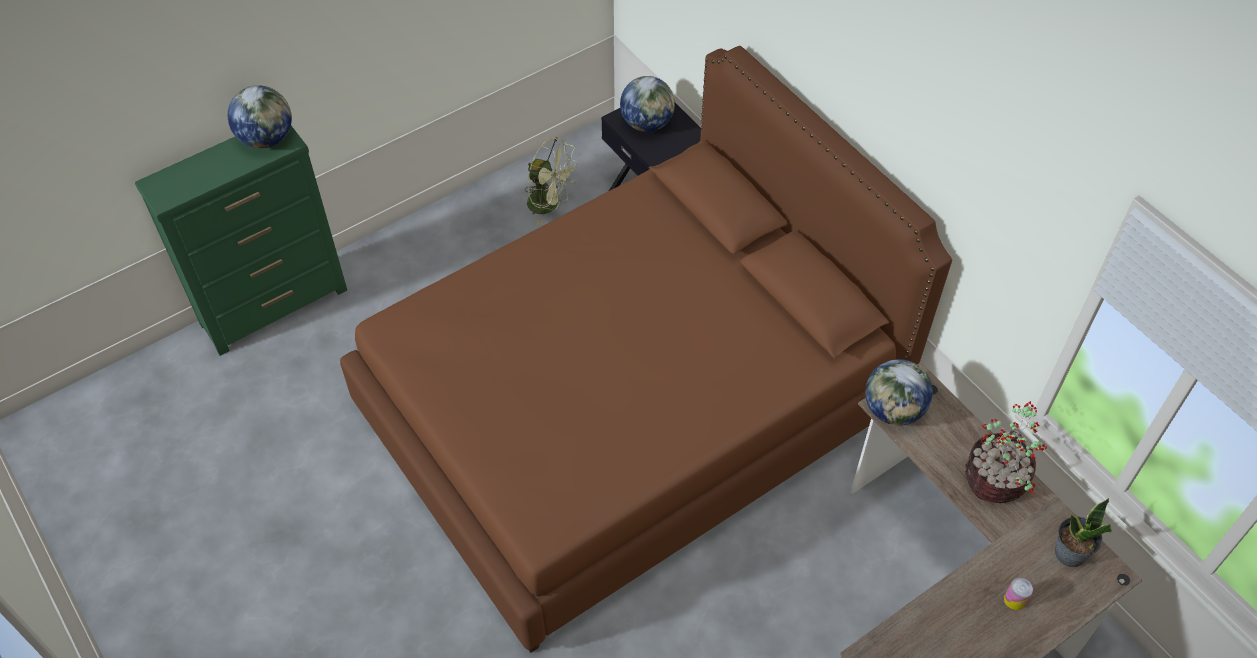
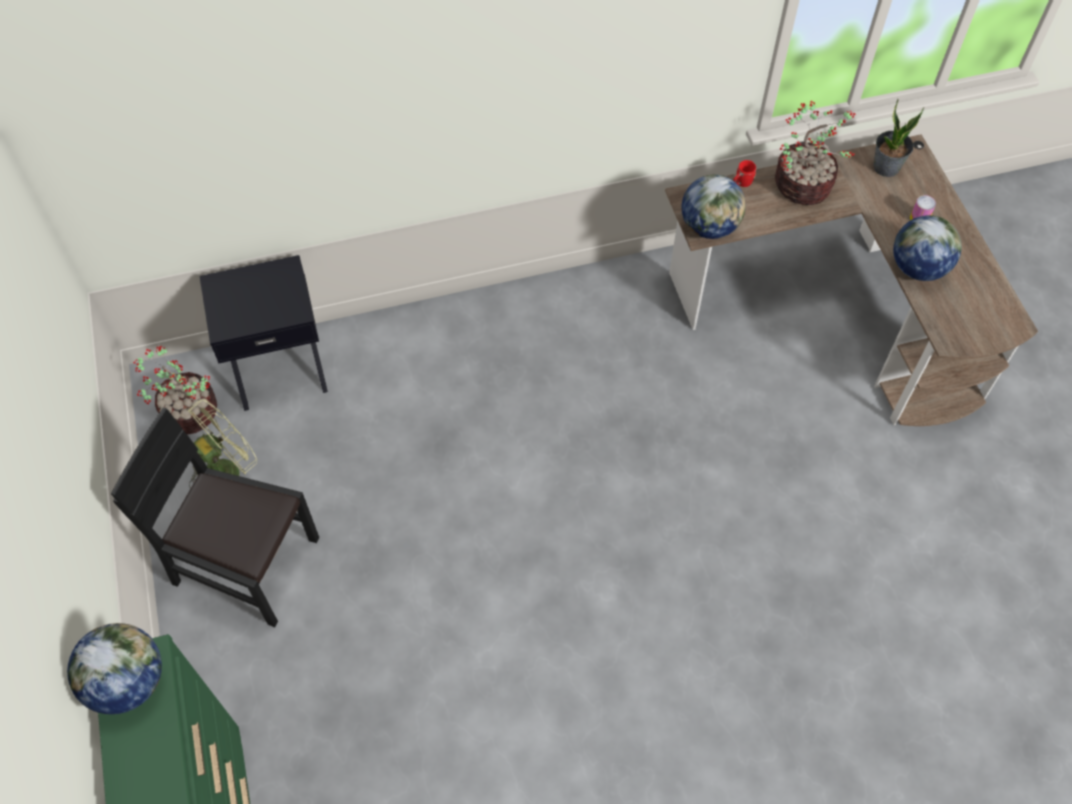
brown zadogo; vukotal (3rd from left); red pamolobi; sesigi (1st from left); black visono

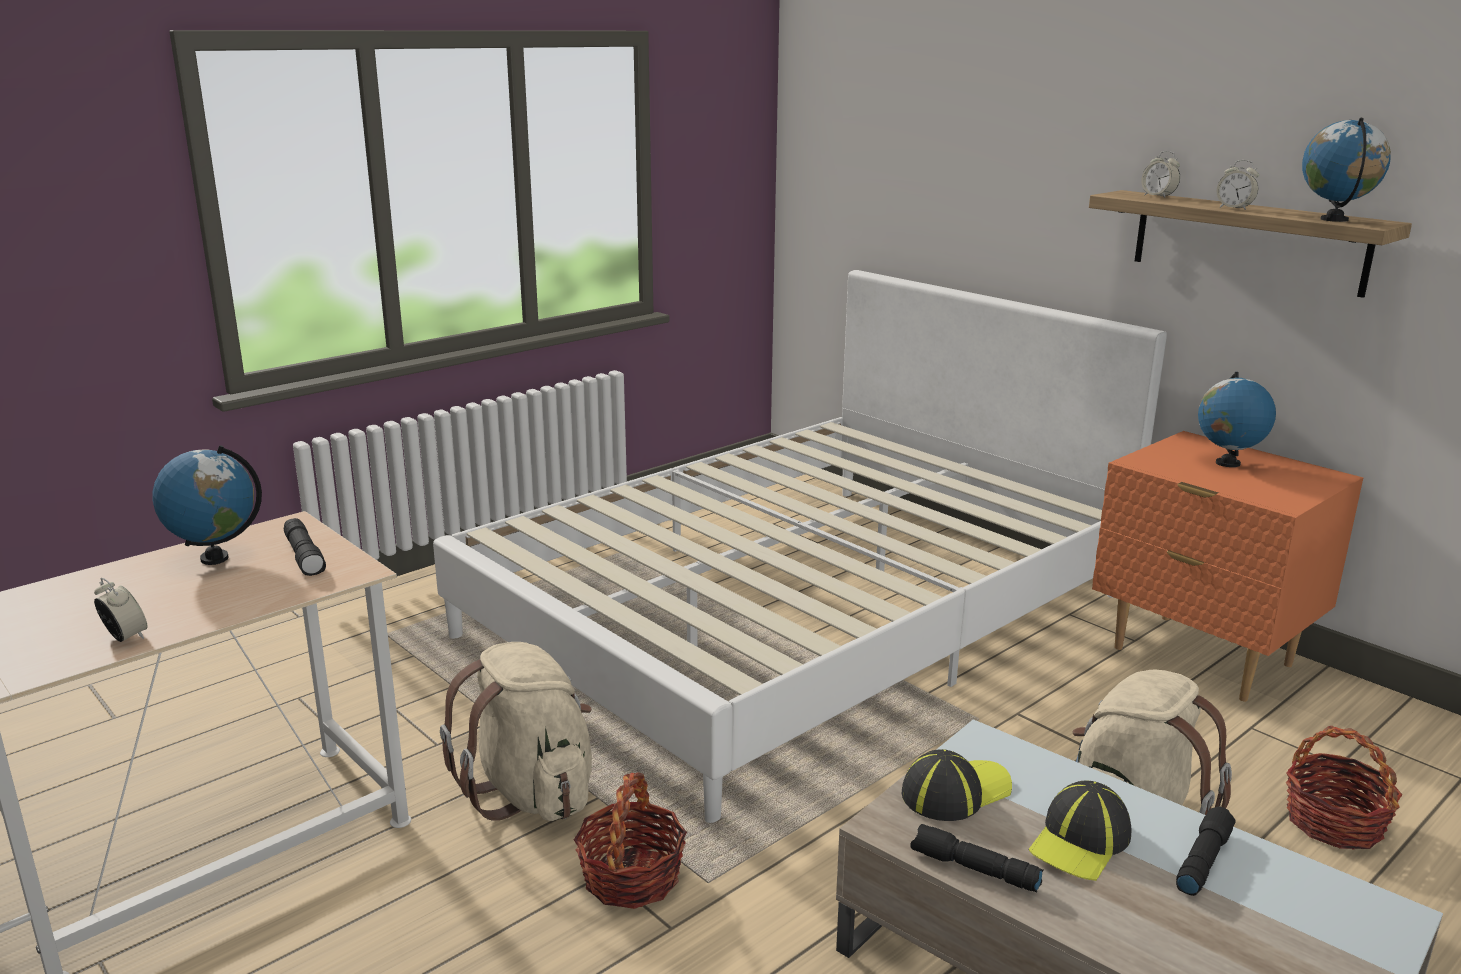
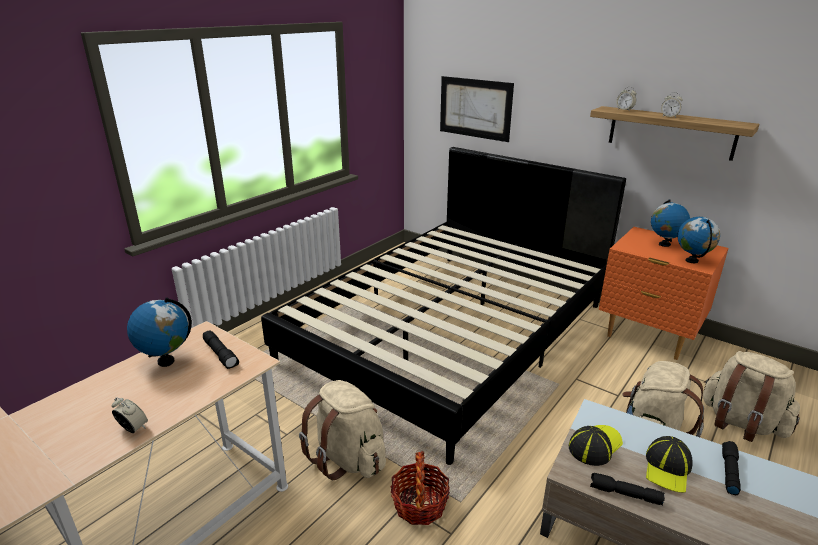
vukotal (3rd from left); black zadogo; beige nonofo (3rd from left); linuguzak

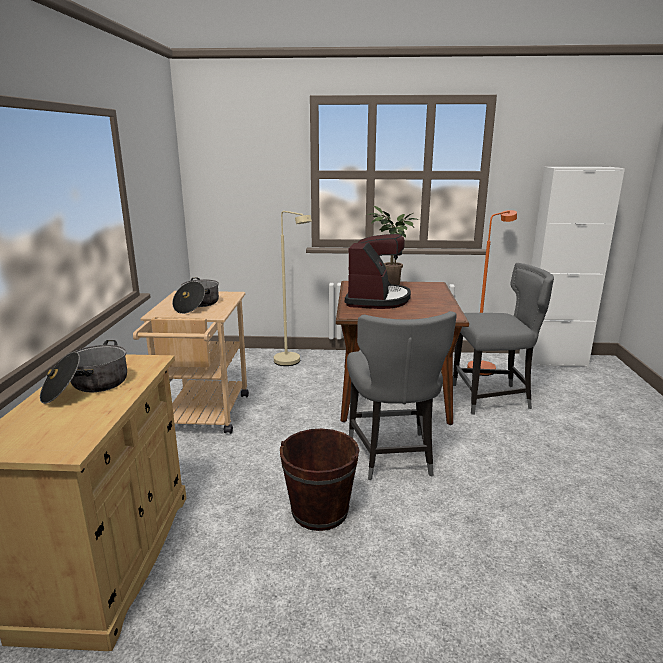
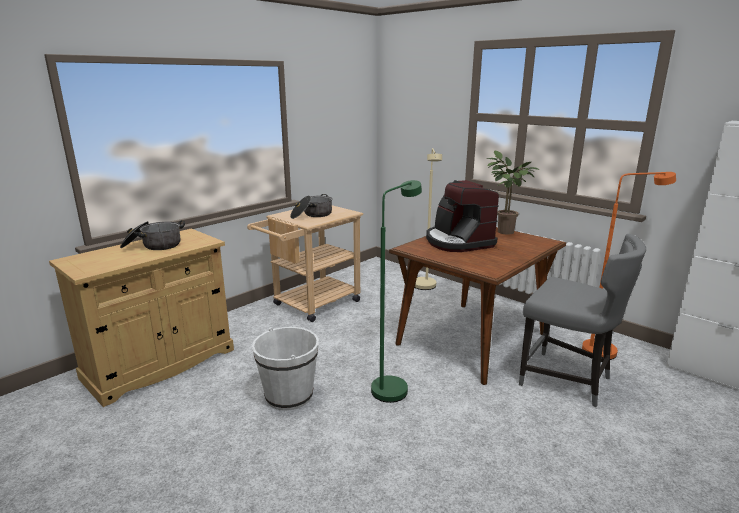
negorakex; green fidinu; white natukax

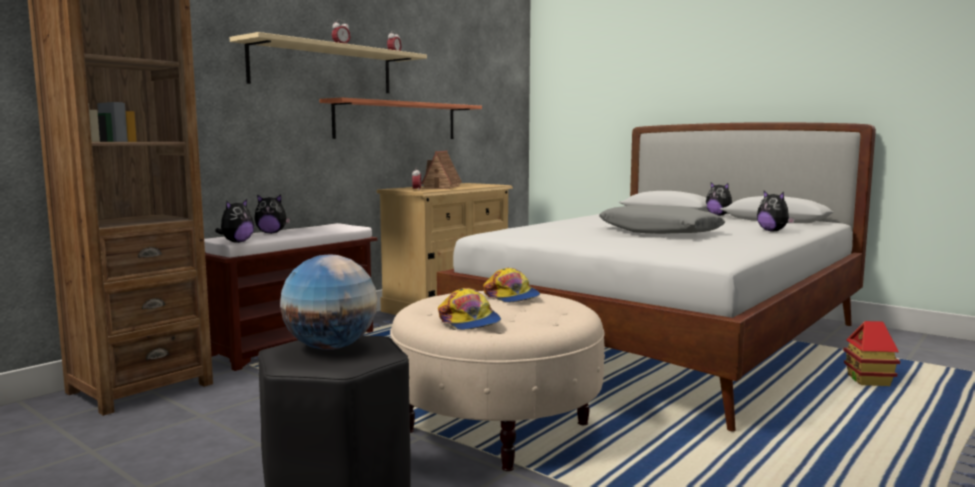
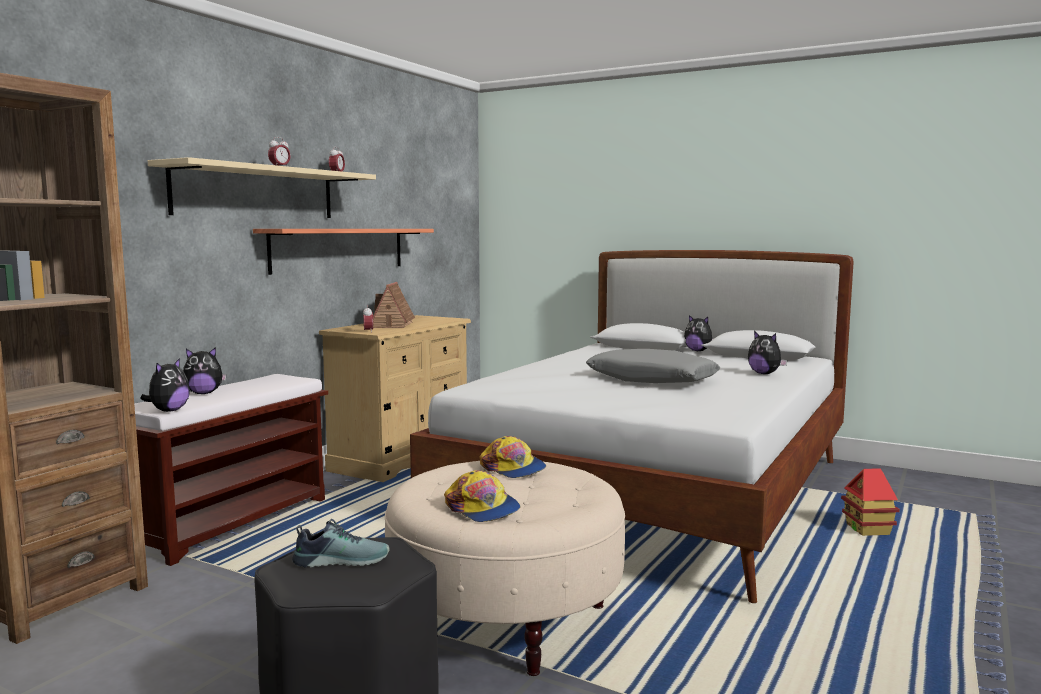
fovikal

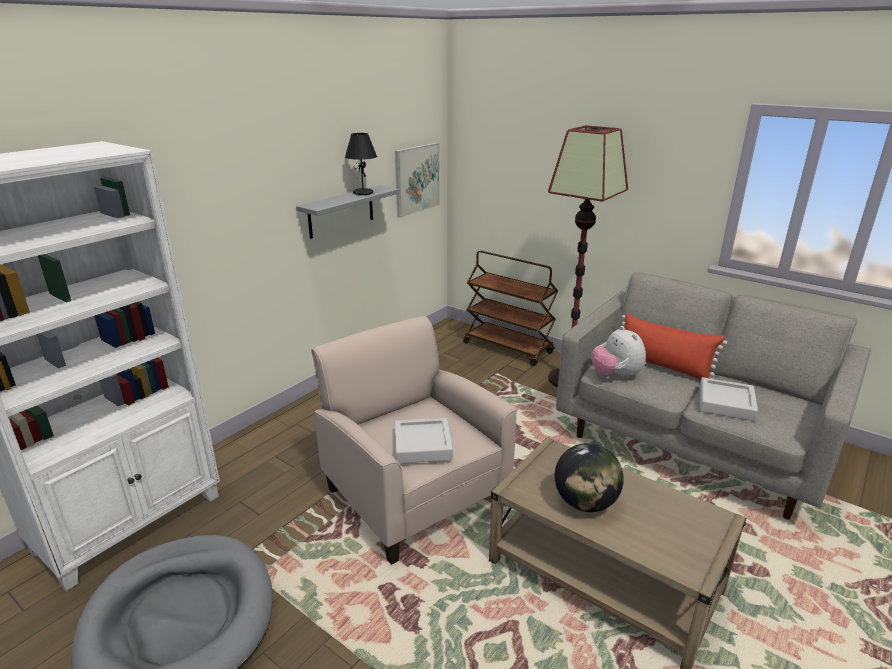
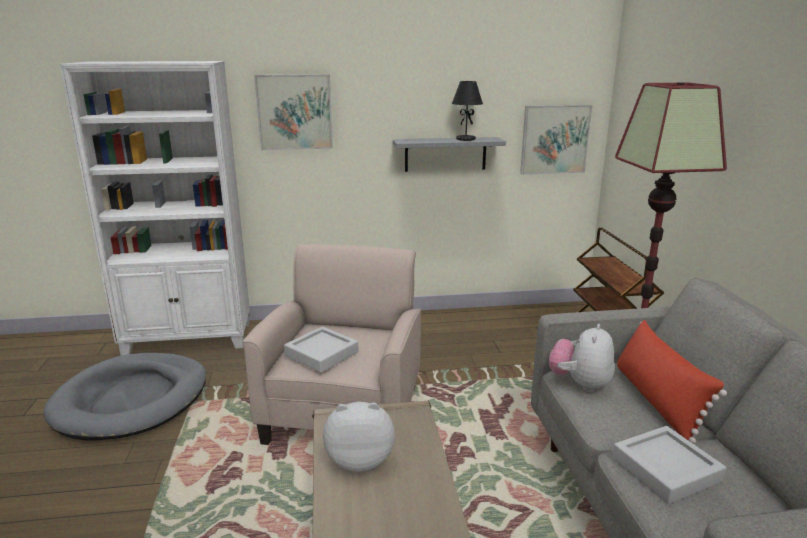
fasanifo (1st from left); linuguzak (1st from left)

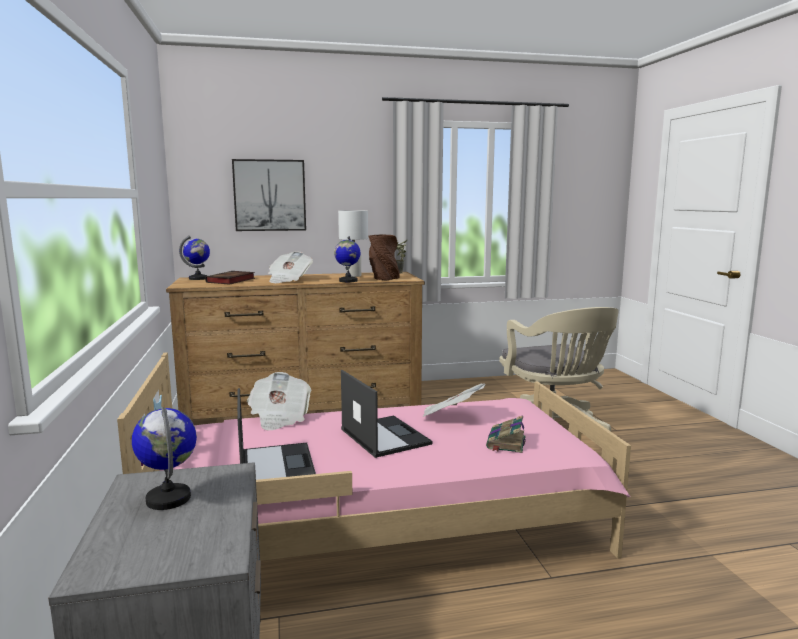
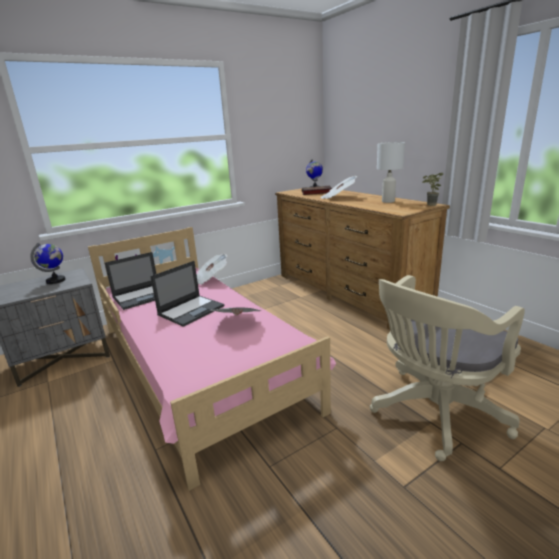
linuguzak; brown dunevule; vukotal (3rd from left in the first image); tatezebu (2nd from left in the first image)

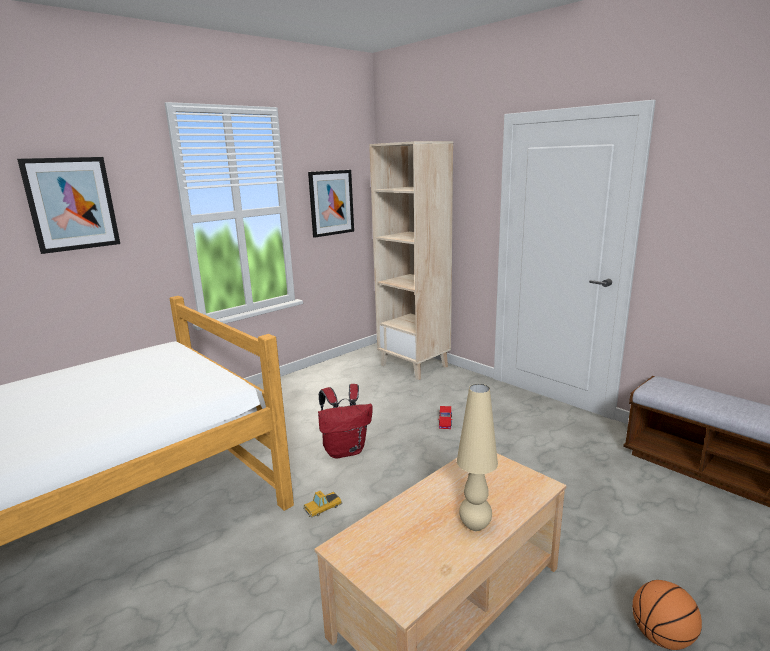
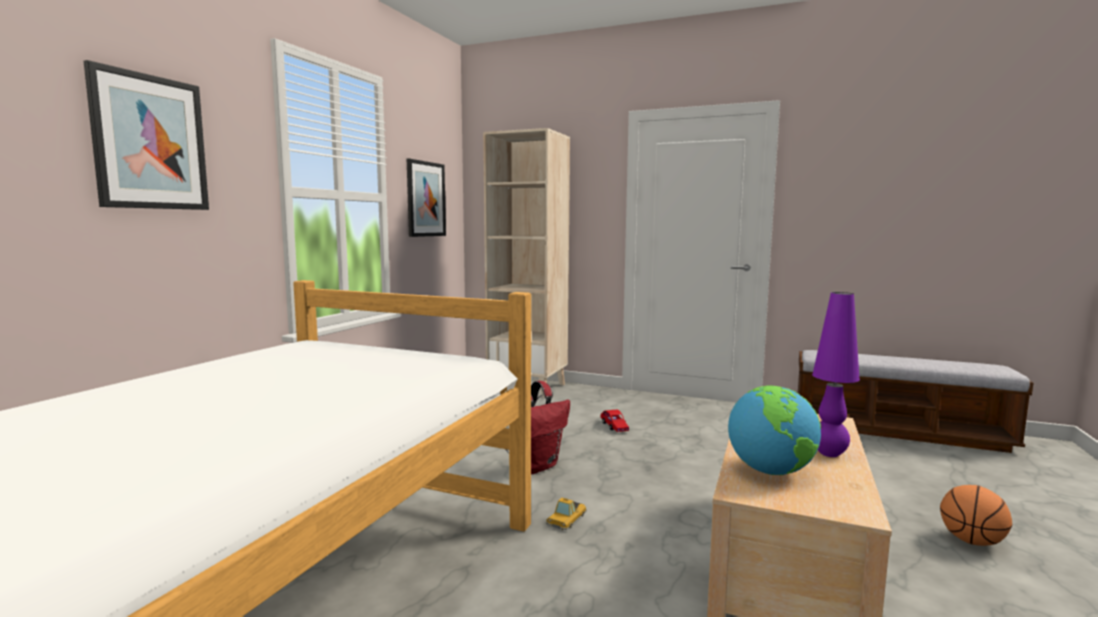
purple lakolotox; vukotal

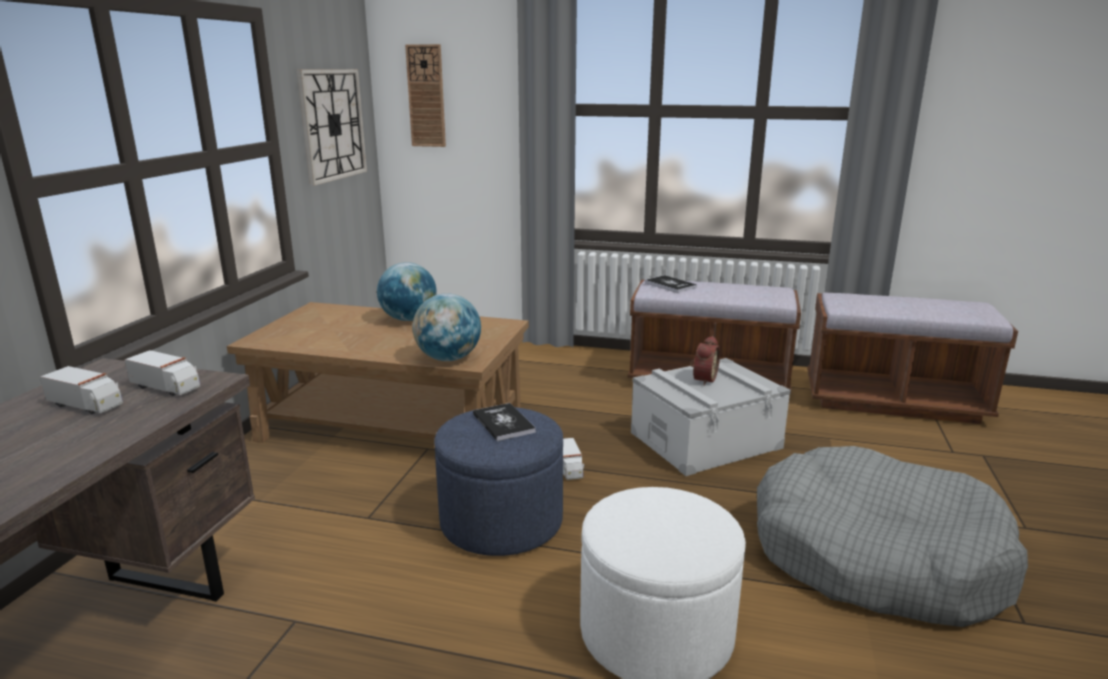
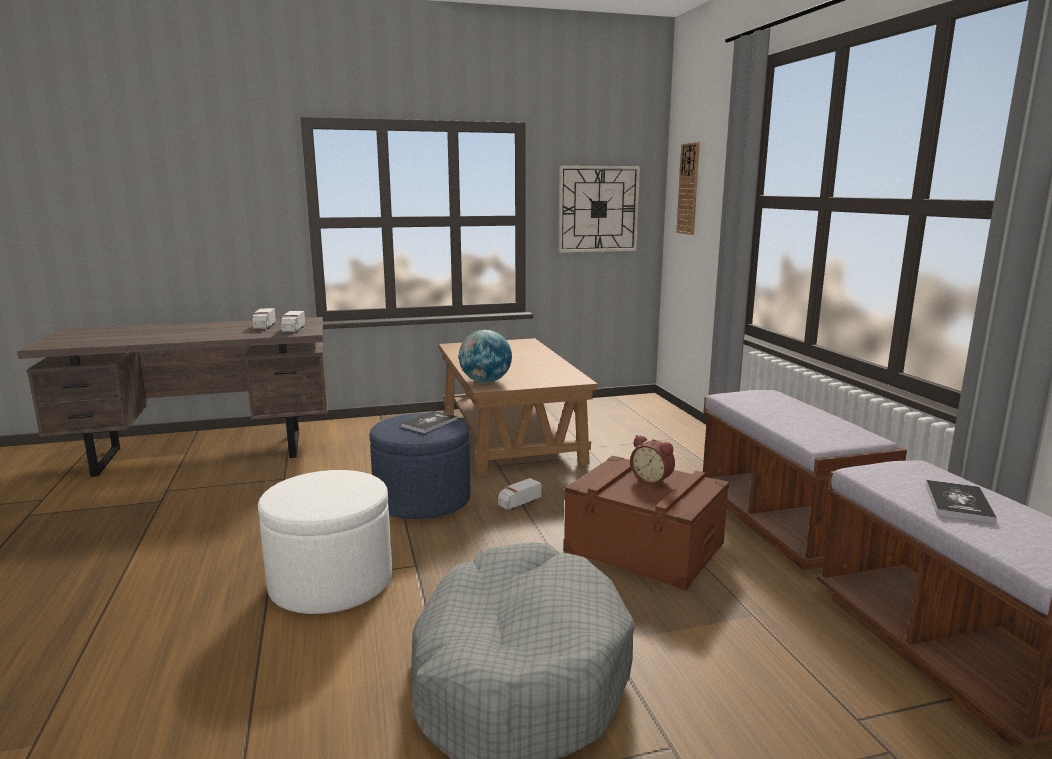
vukotal (1st from left in the first image); tatezebu (2nd from left); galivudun; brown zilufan

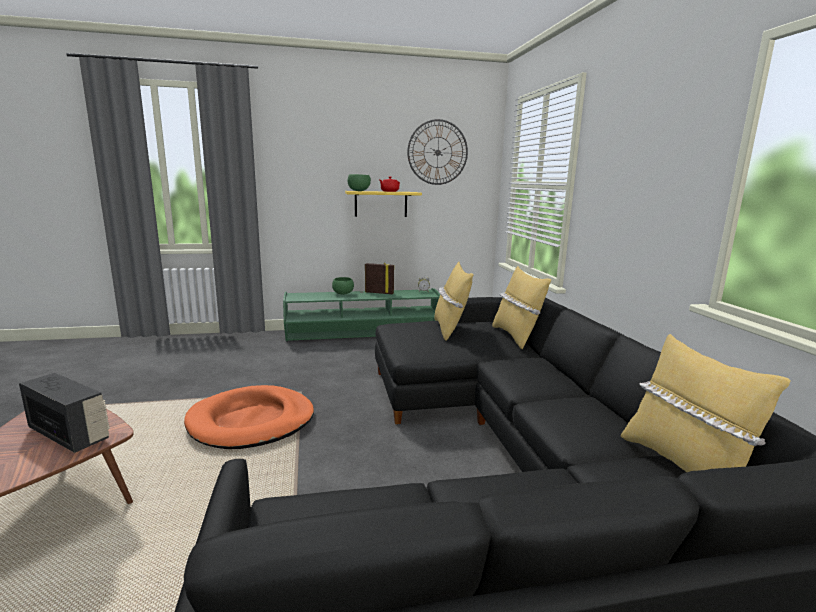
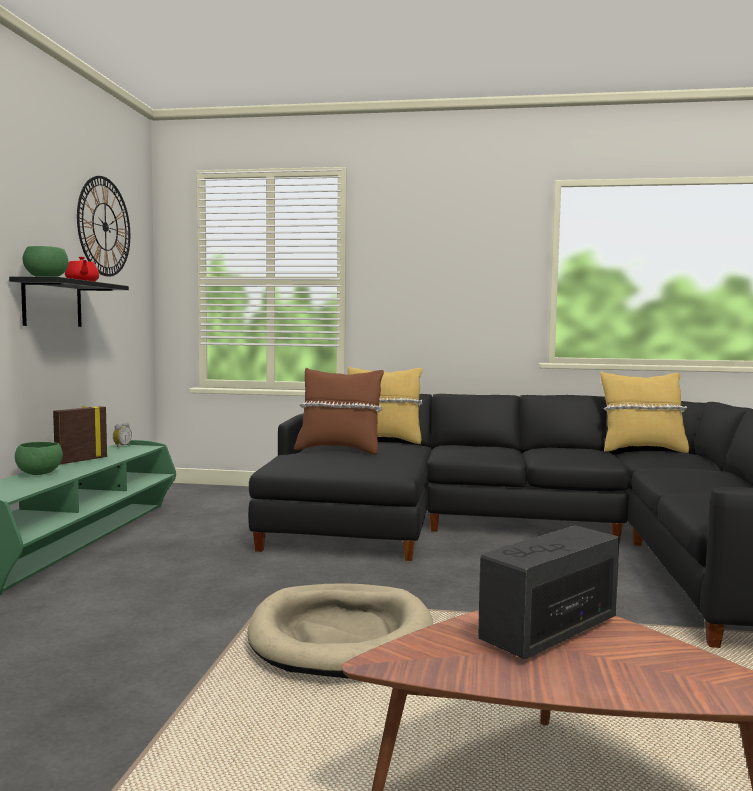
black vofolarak; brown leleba; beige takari

